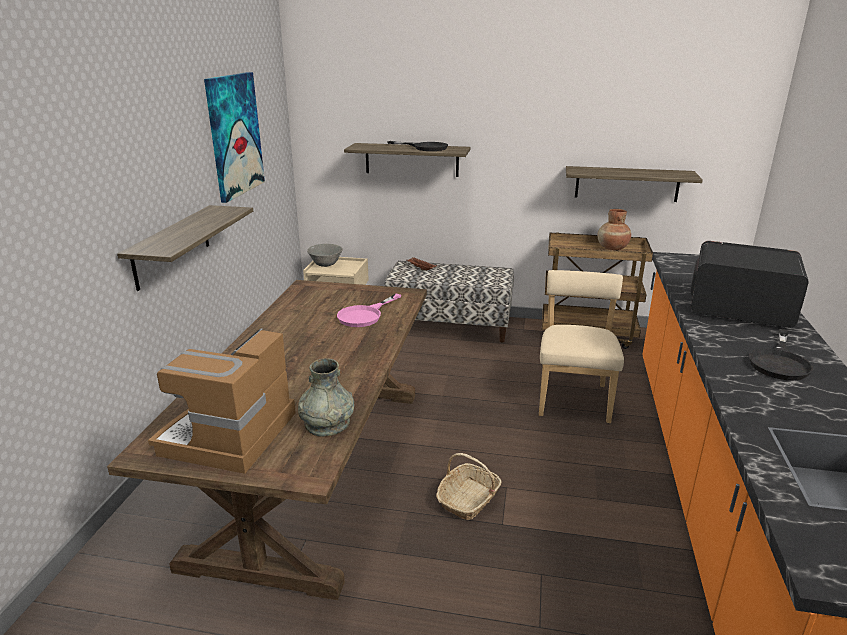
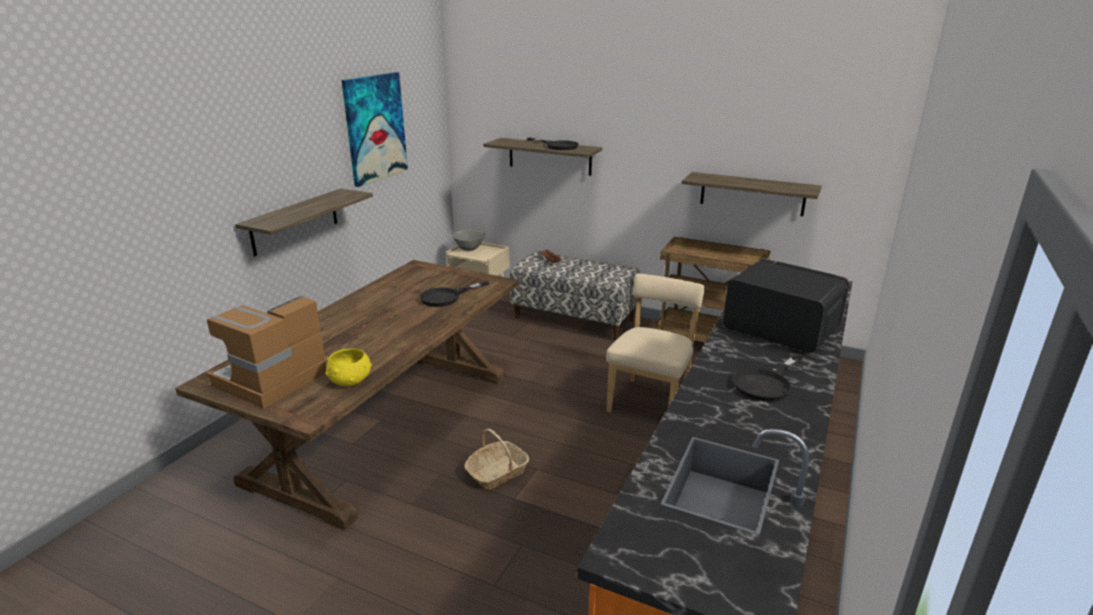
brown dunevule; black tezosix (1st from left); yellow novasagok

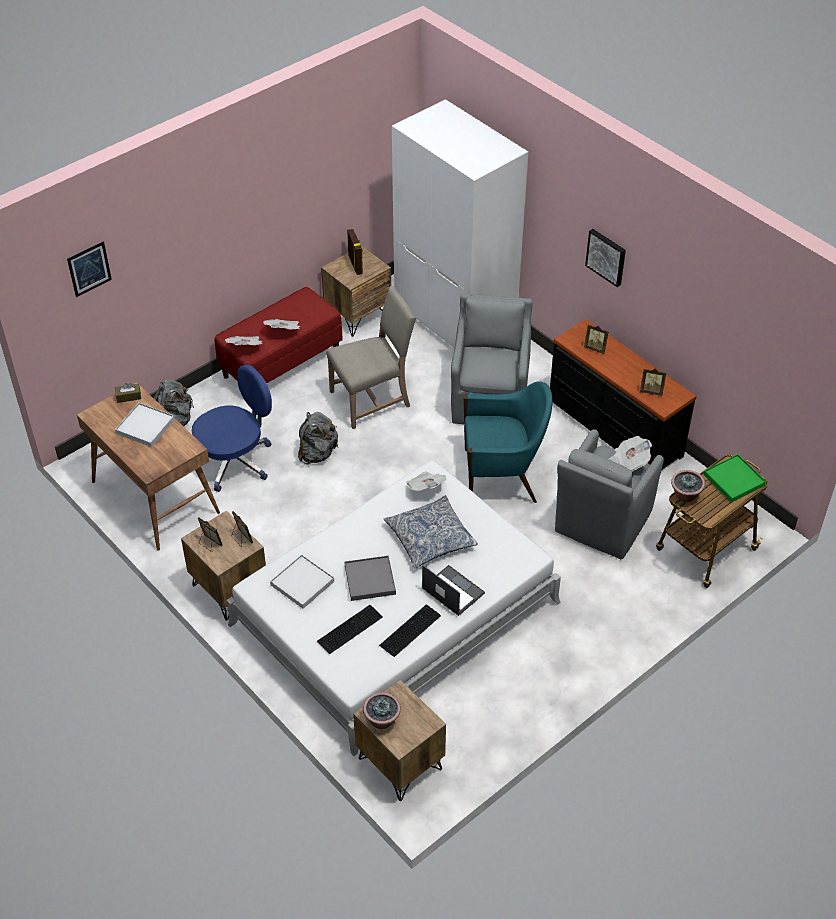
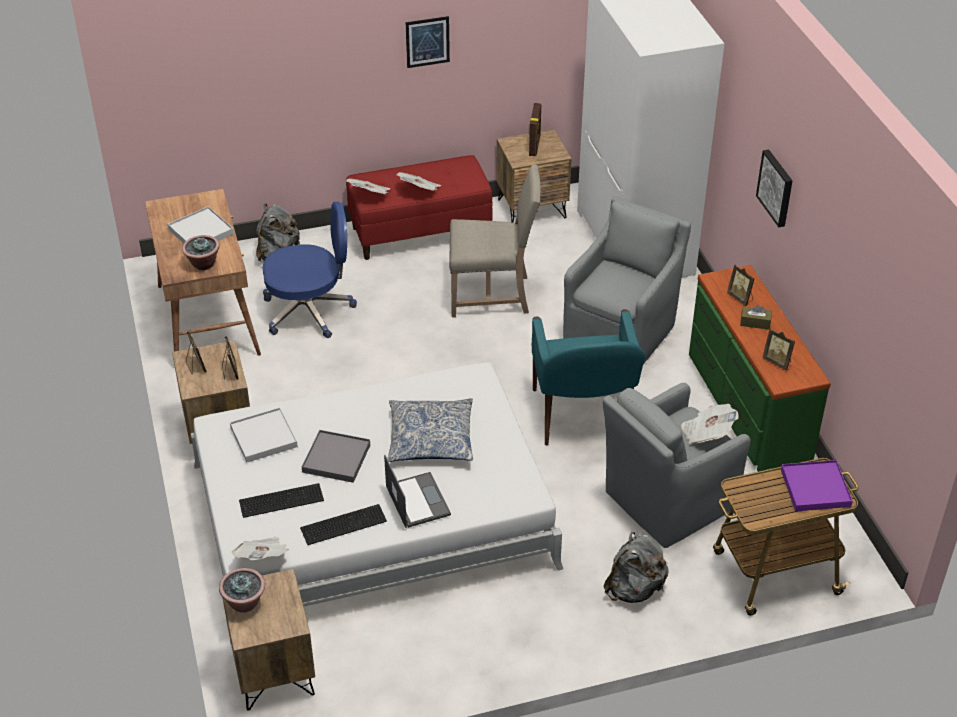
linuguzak (1st from left); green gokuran; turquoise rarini; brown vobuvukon; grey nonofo (2nd from left); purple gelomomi; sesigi (1st from left); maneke (1st from left)

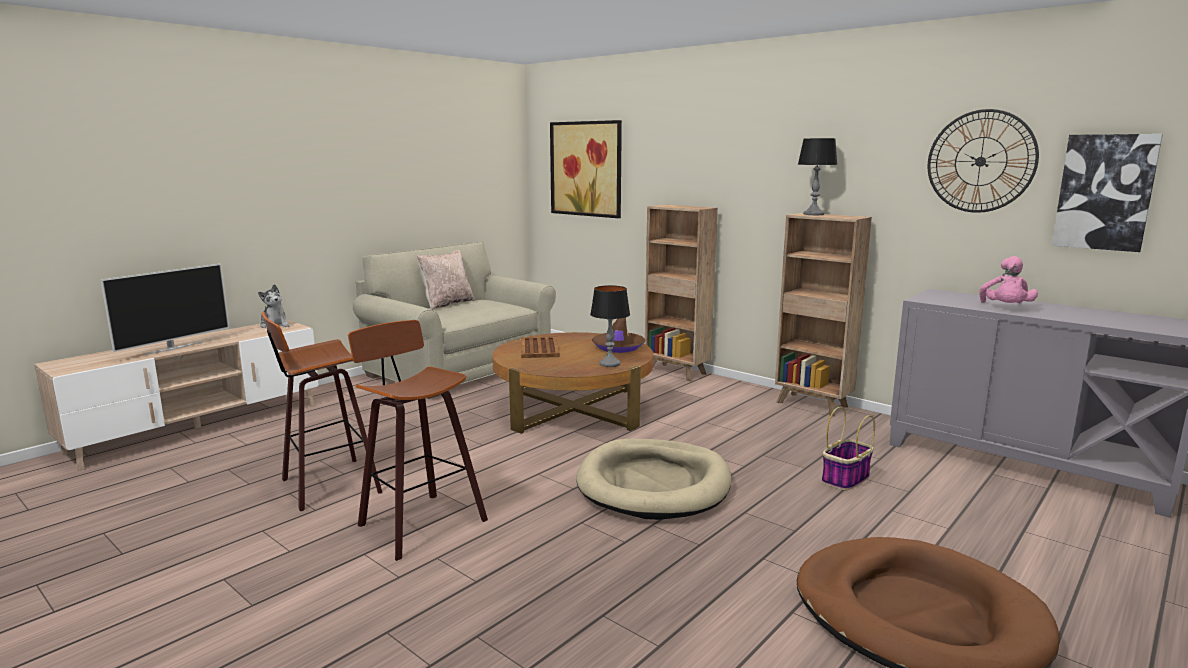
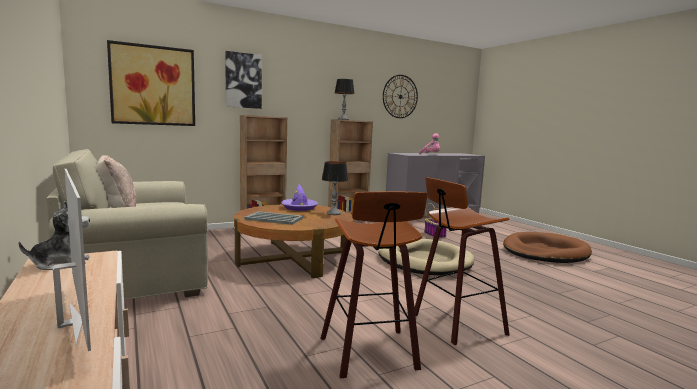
linuguzak (2nd from left); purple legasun; grey gelomomi

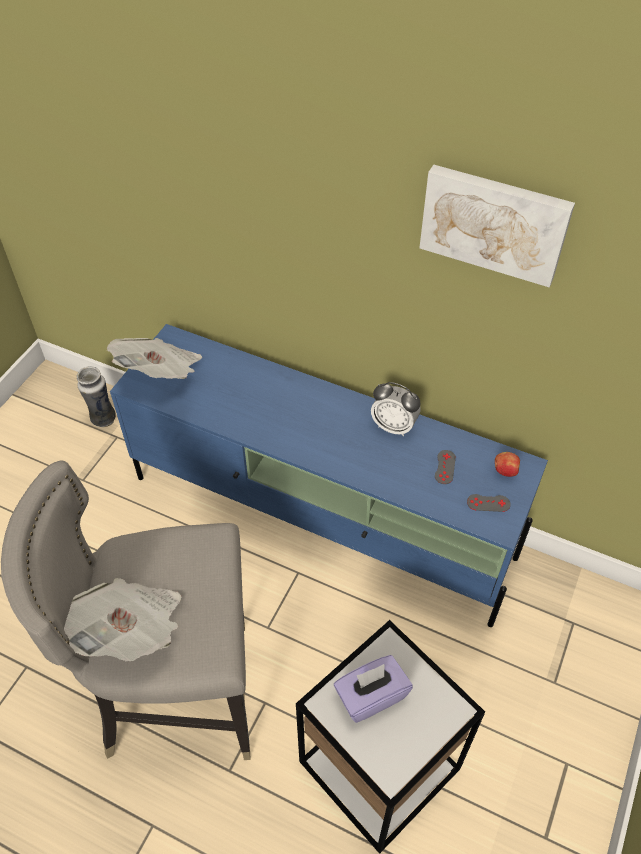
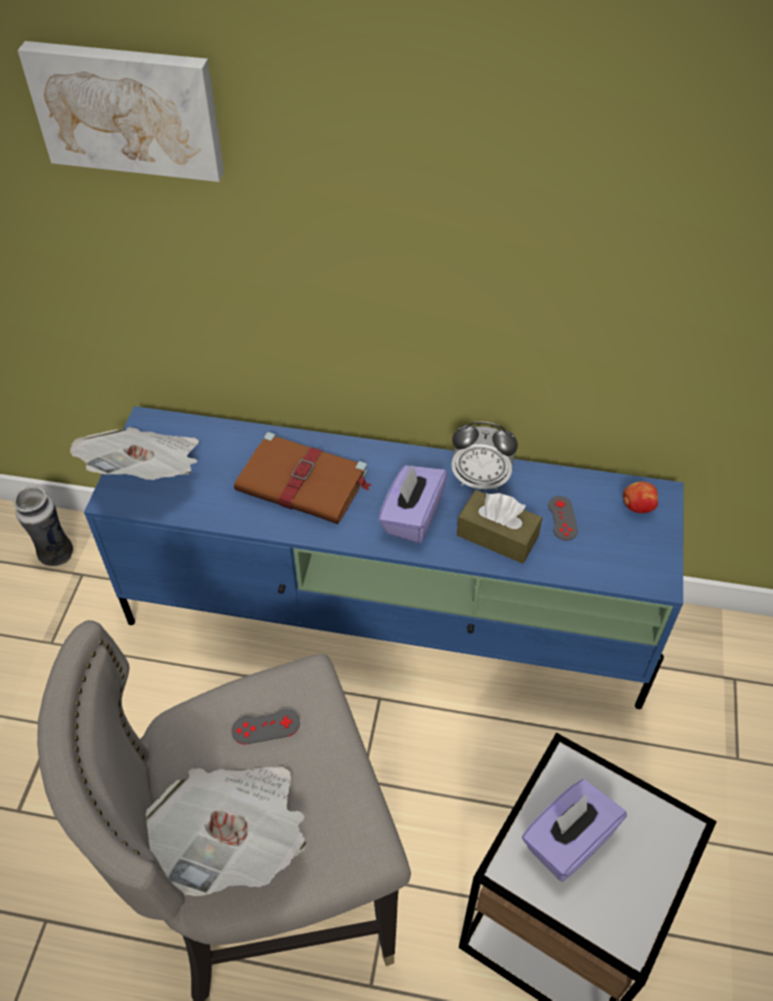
linuguzak; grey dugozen (1st from left); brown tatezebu; purple vobuvukon (1st from left); brown vobuvukon

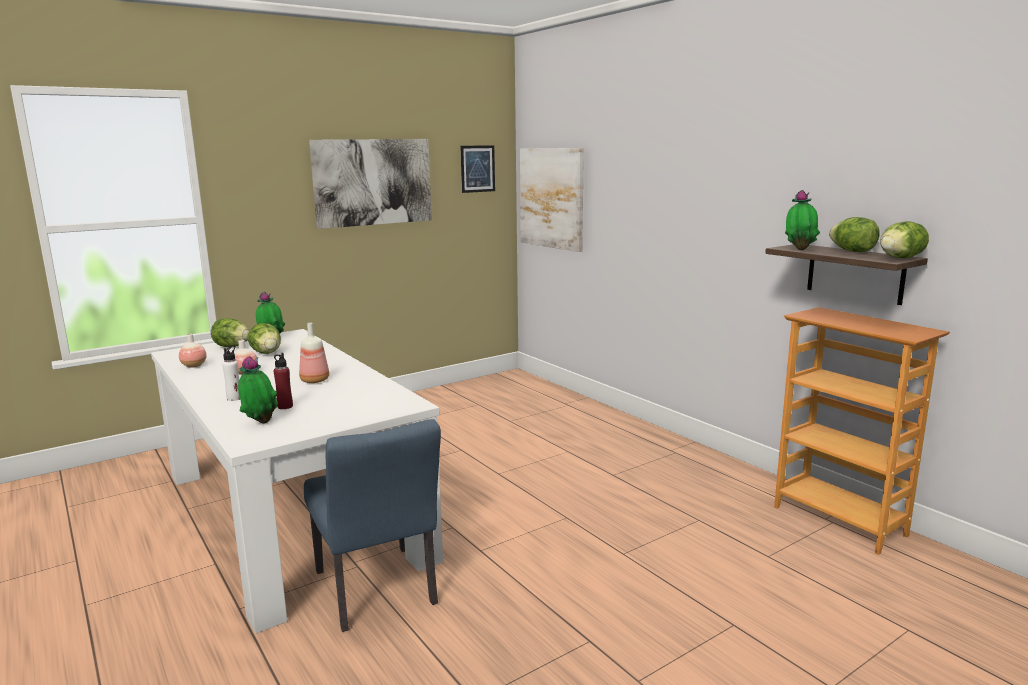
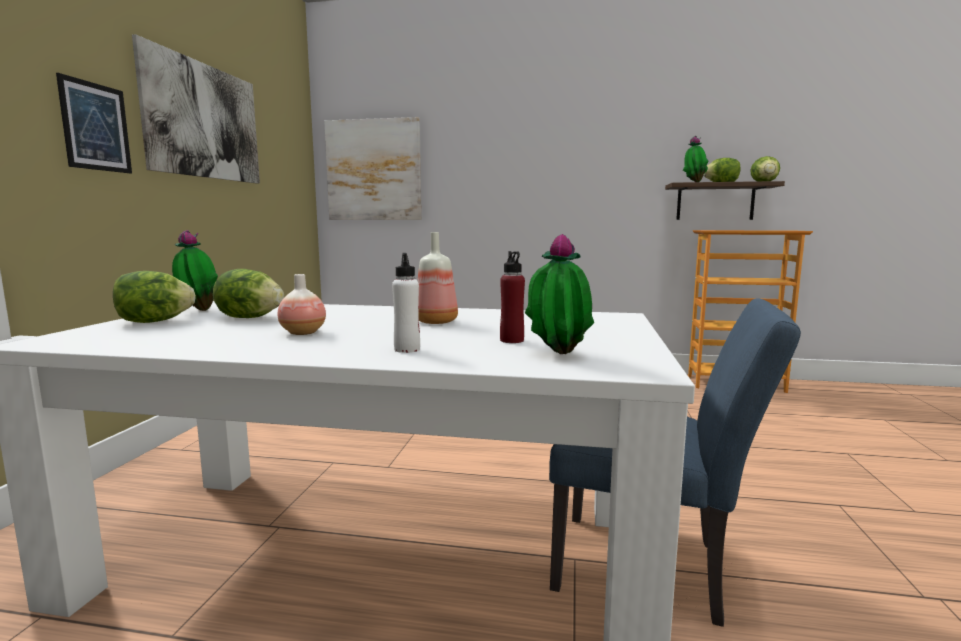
linuguzak (1st from left); dunevule (1st from left in the first image)

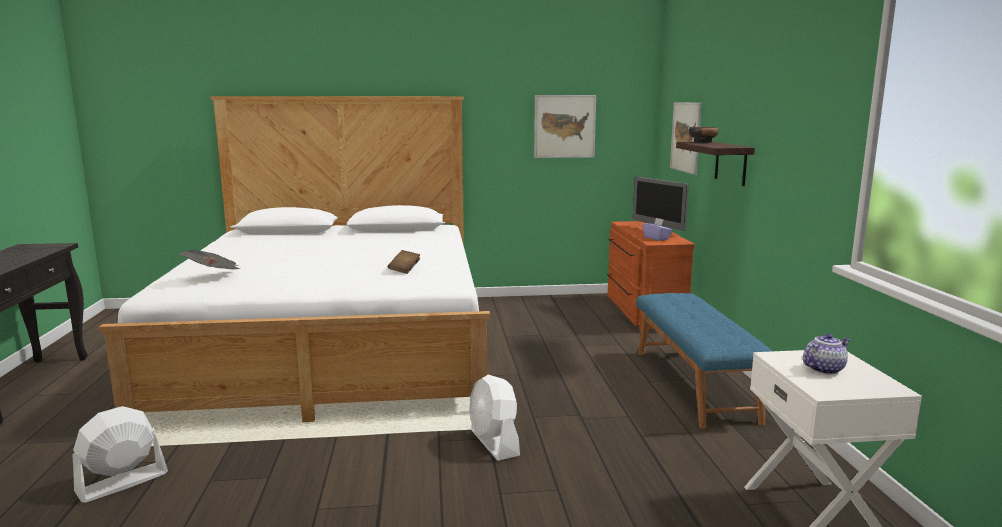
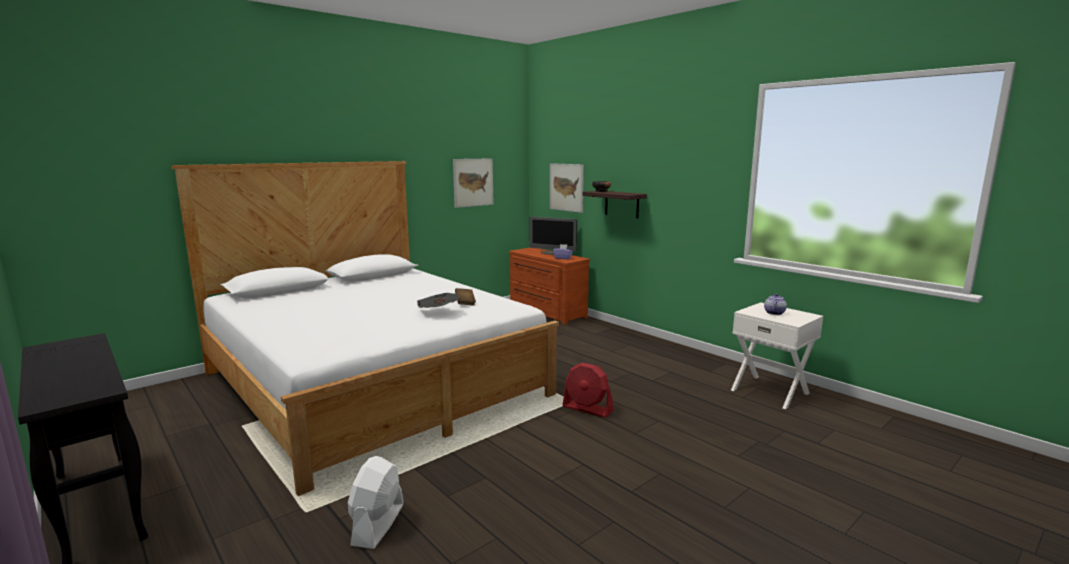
maneke; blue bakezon; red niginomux

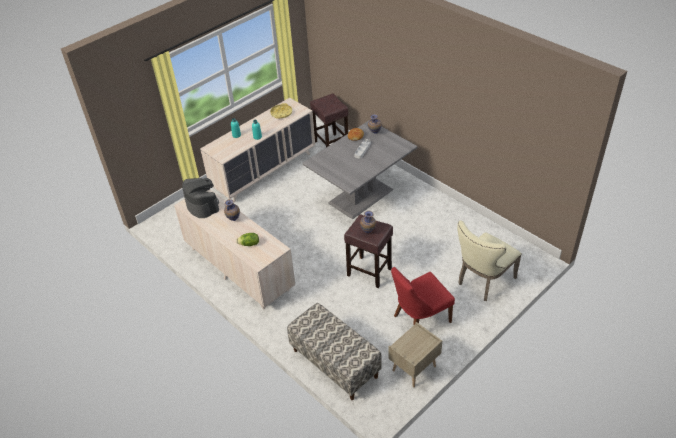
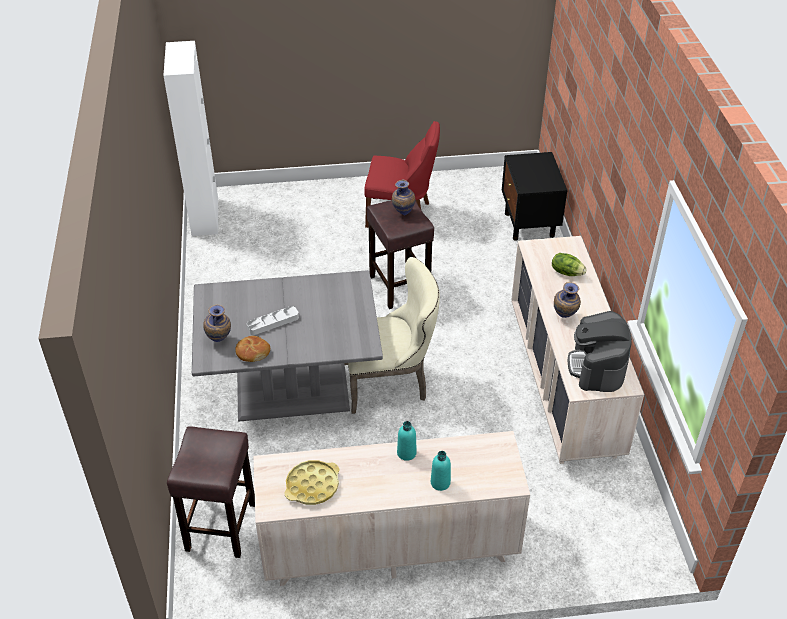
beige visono; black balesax; beige balesax; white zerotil

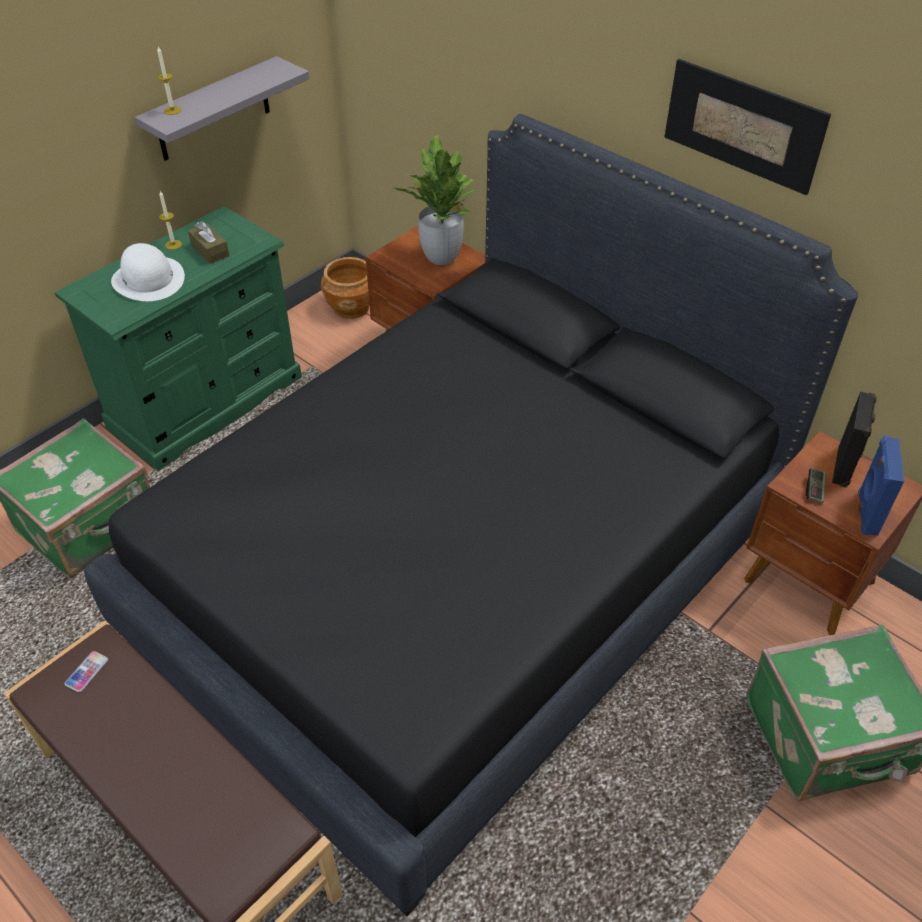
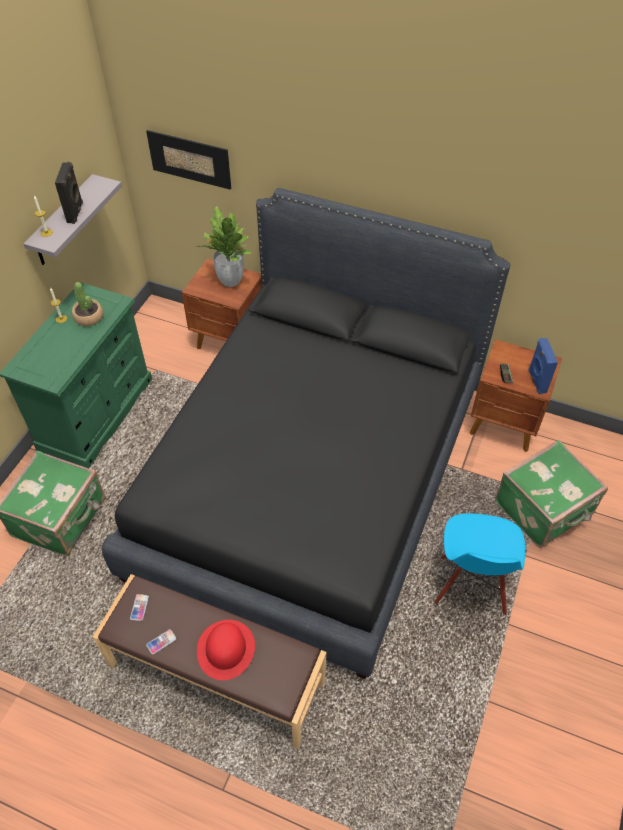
linuguzak; sesigi (1st from left); white legasun; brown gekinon; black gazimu; blue visono; red legasun; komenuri (2nd from left)

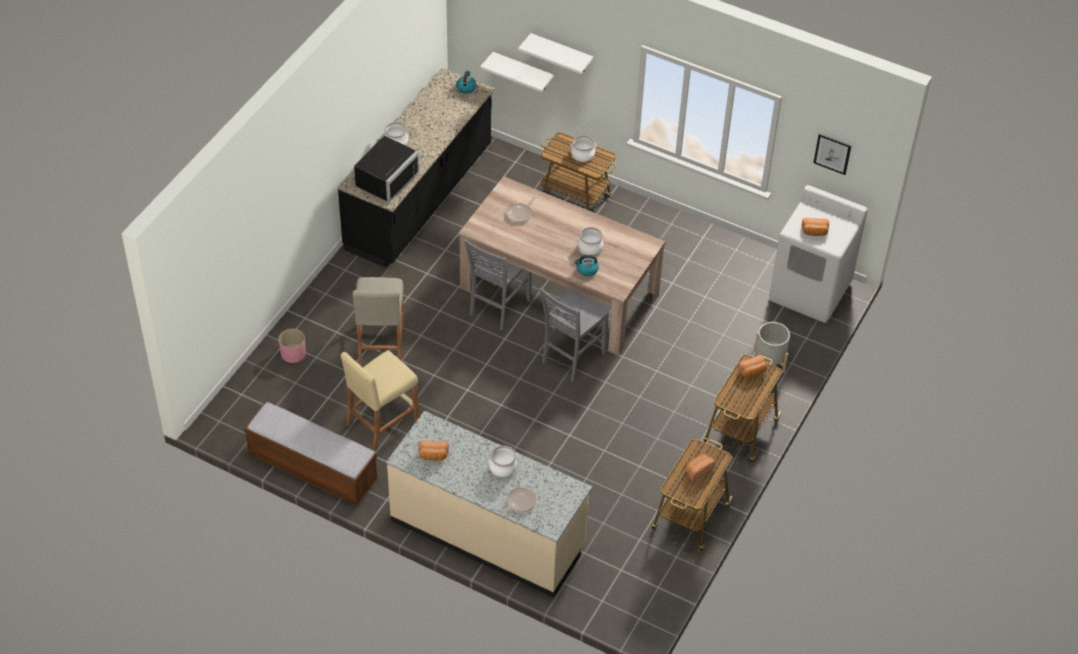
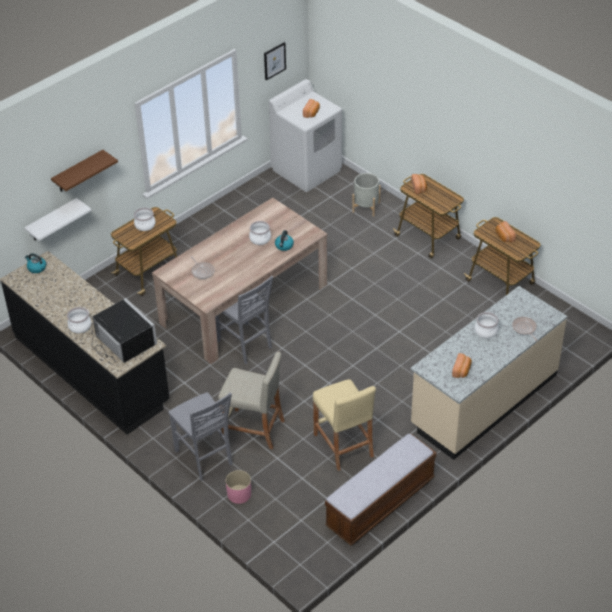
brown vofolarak; grey visono (1st from left)

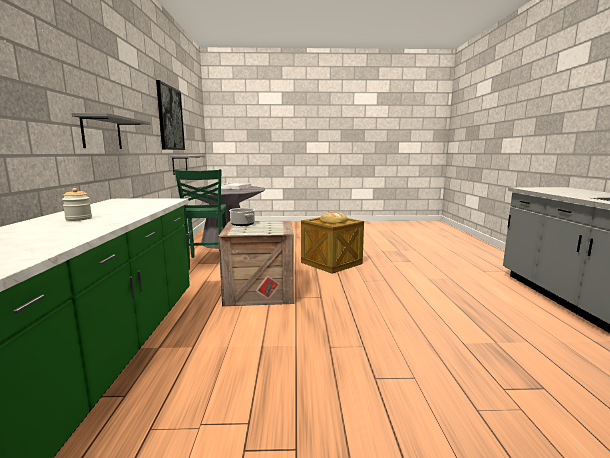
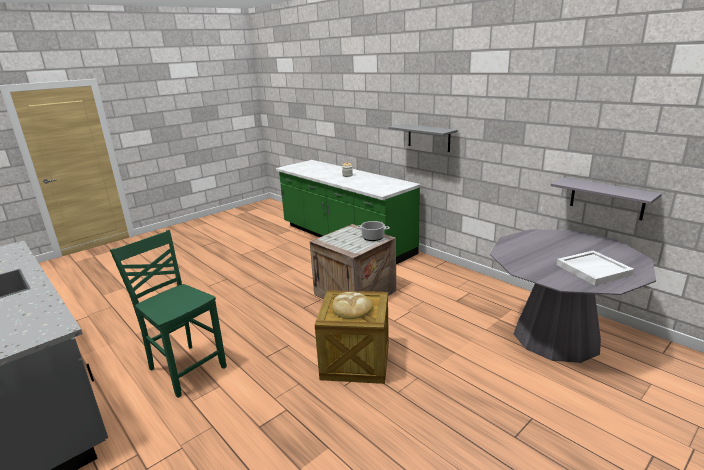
linuguzak; green visono

